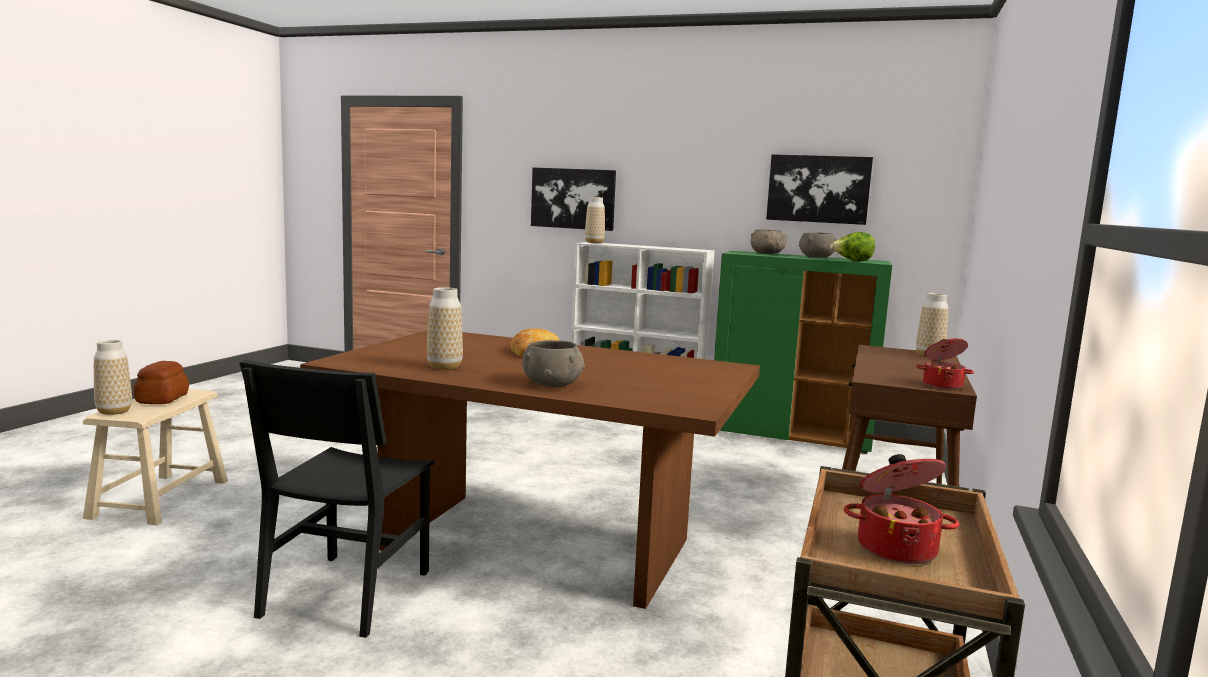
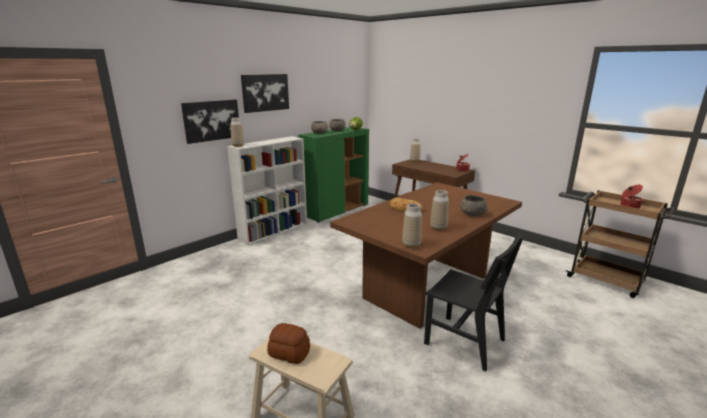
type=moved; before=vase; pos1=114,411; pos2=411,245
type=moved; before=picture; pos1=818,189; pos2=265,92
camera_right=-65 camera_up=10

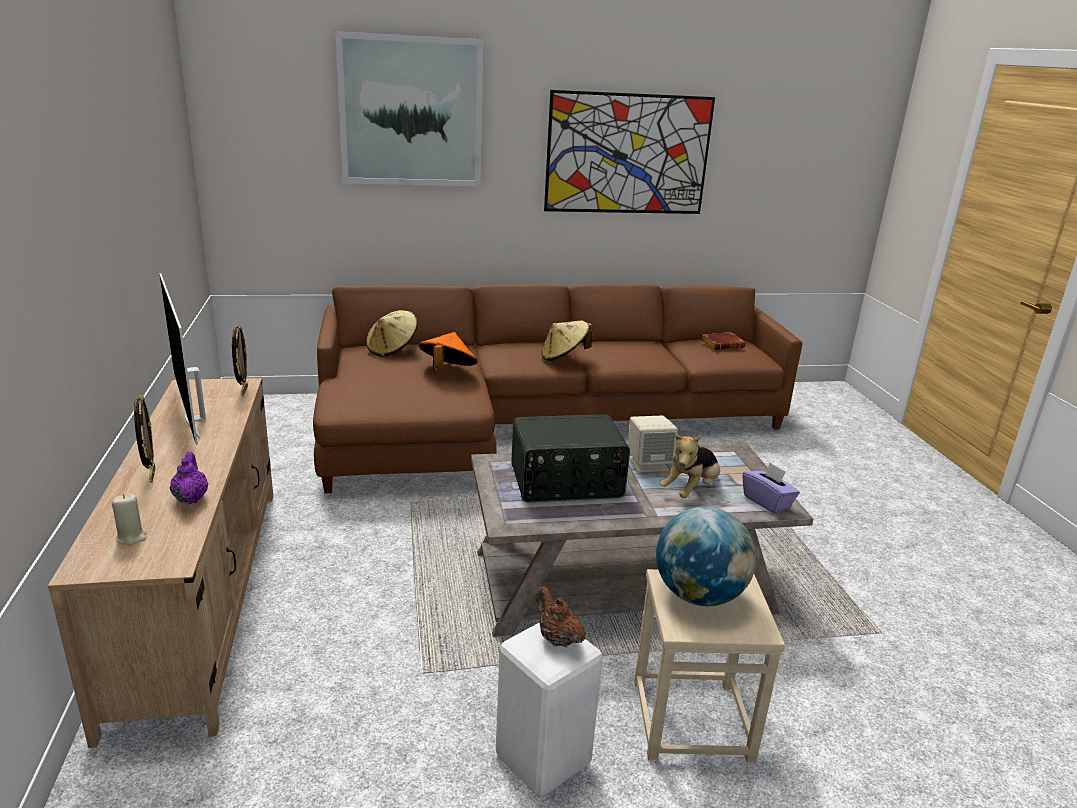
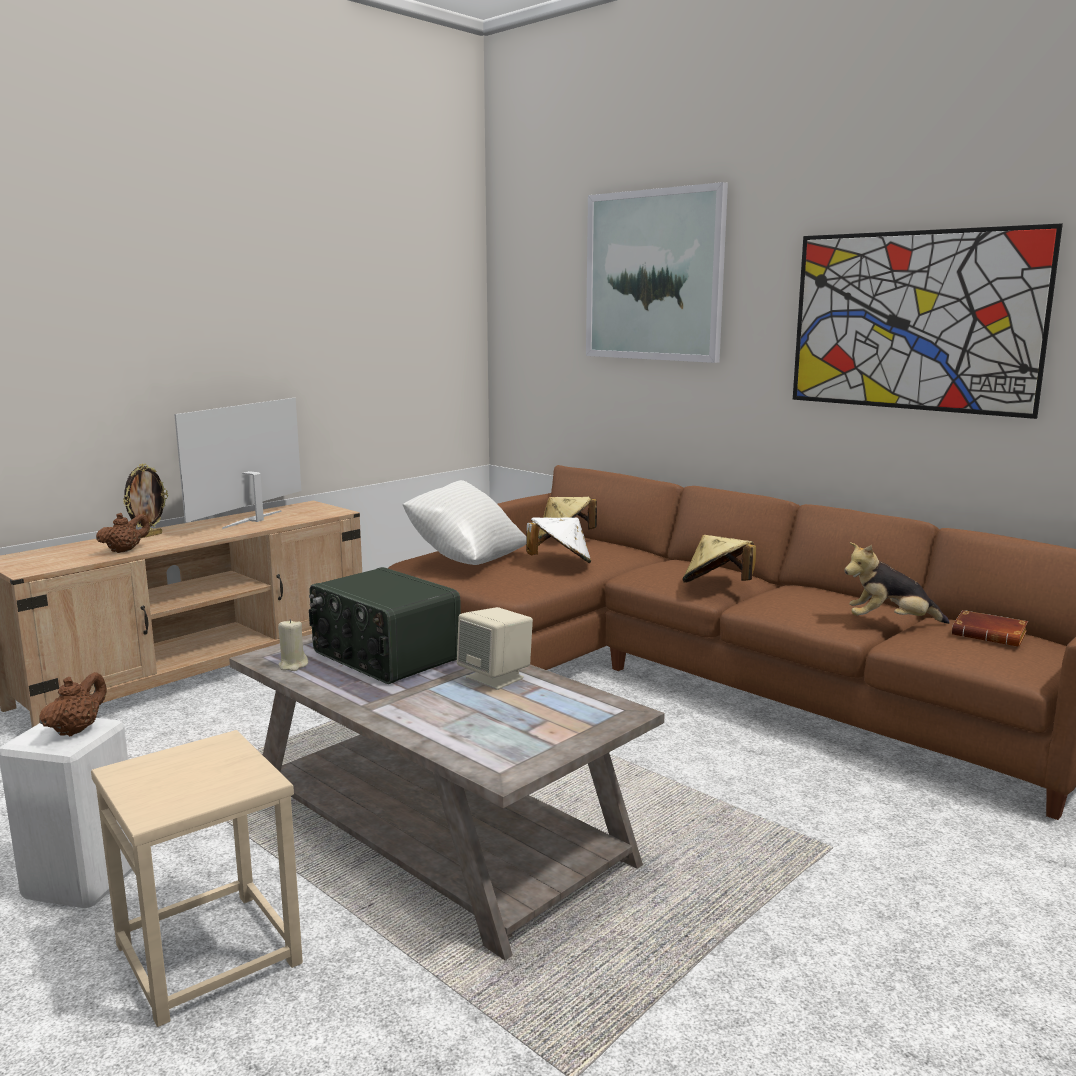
type=removed; before=picture_frame; pos1=243,391
type=removed; before=globe; pos1=699,595
type=removed; before=purple_tissue_box; pos1=767,502
type=added; after=white_pillow; pos2=465,558
type=moved; before=beige_candle; pos1=131,537; pos2=293,665
type=moved; before=plush_toy; pos1=691,490; pos2=890,622
type=recoloured; before=purple_teapot; after=brown_teapot; pos1=191,498; pos2=125,550
type=recoloured; before=orange_hat; after=white_hat; pos1=447,371; pos2=560,563
camera_right=55 camera_up=-10

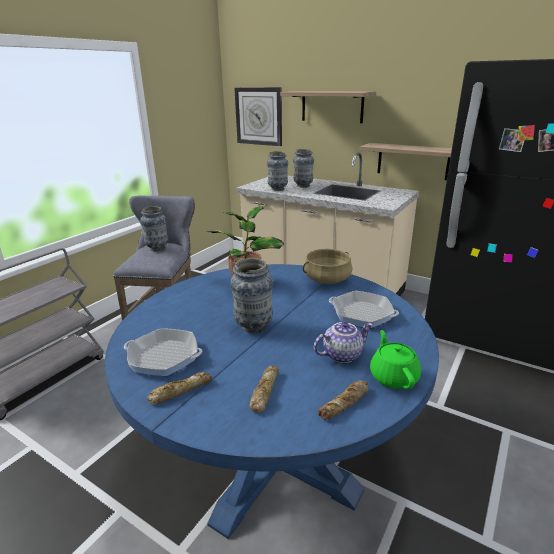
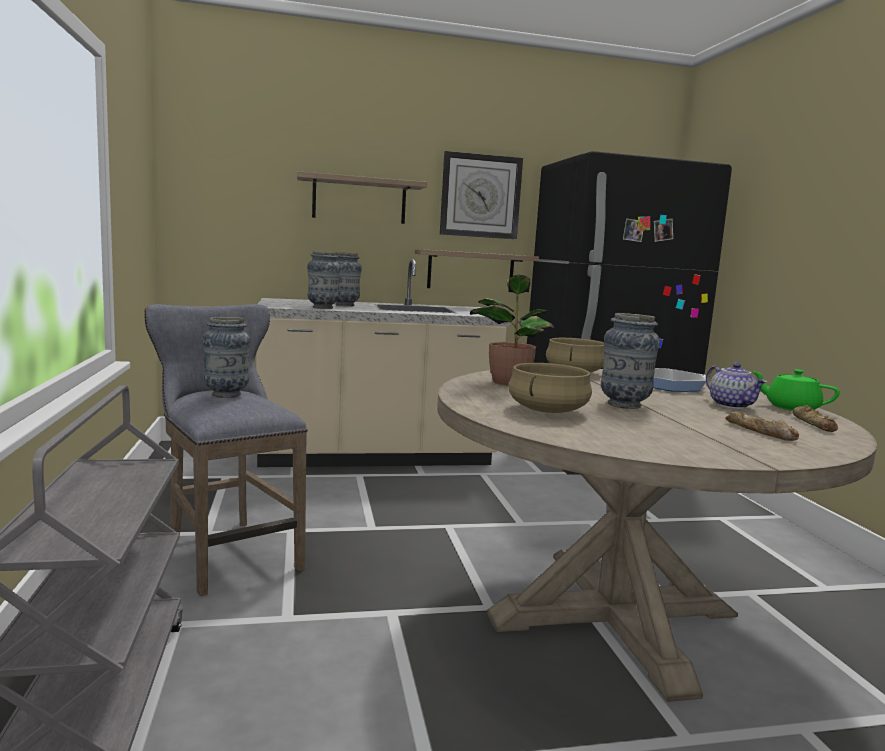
type=removed; before=frying_pan; pos1=164,357
type=removed; before=bread; pos1=180,391
type=added; after=beige_cooking_pot; pos2=547,410
type=moved; before=wall_clock; pos1=259,116; pos2=480,196
type=recoloured; before=blue_dining_table; after=beige_dining_table; pos1=275,457; pos2=614,615
type=turned; before=teapot; pos1=342,354; pos2=732,405; turn=135
camera_right=-45 camera_up=-15

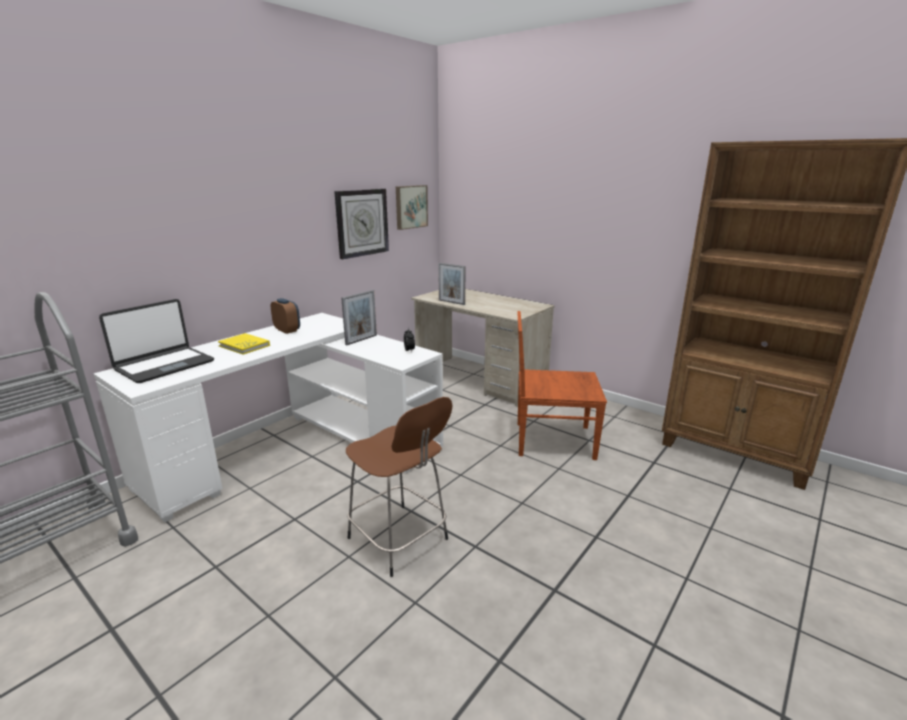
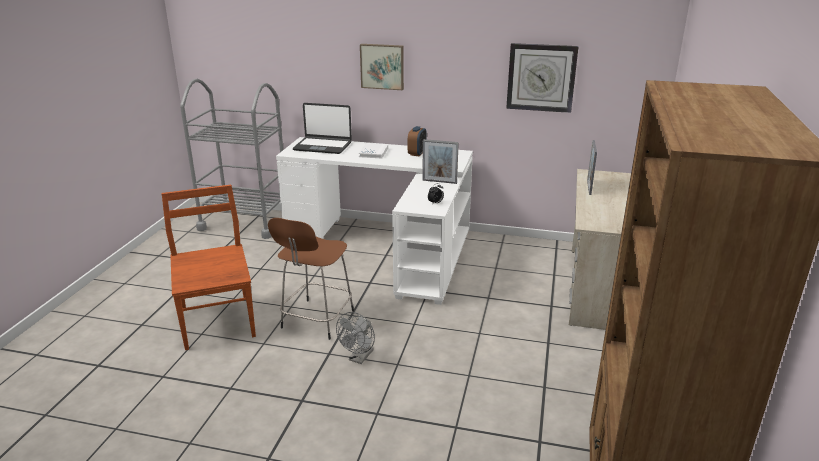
type=added; after=grey_fan; pos2=359,358
type=moved; before=picture; pos1=410,207; pos2=382,66
type=moved; before=brown_chair; pos1=552,440; pos2=218,320
type=recoloured; before=yellow_book; after=white_book; pos1=244,346; pos2=373,152
camera_right=65 camera_up=5

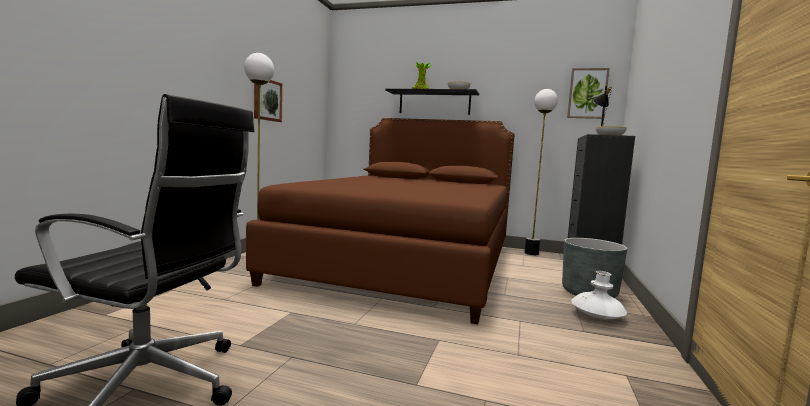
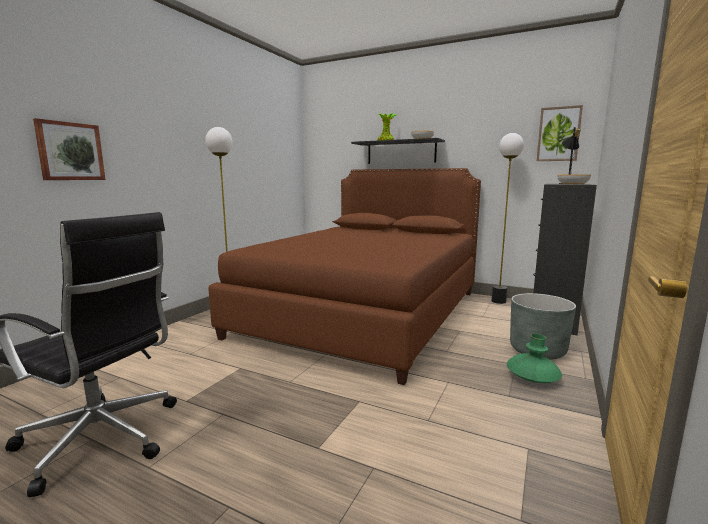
type=moved; before=picture; pos1=267,100; pos2=70,151
type=recoloured; before=white_vase; after=green_vase; pos1=597,315; pos2=532,378
camera_right=10 camera_up=5

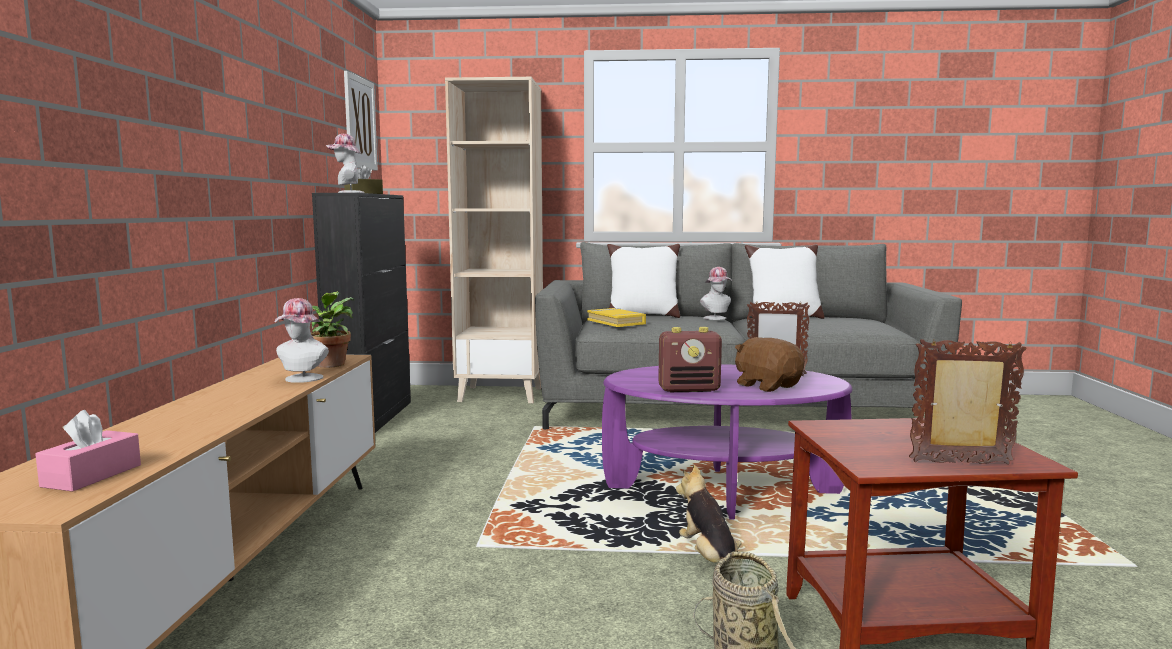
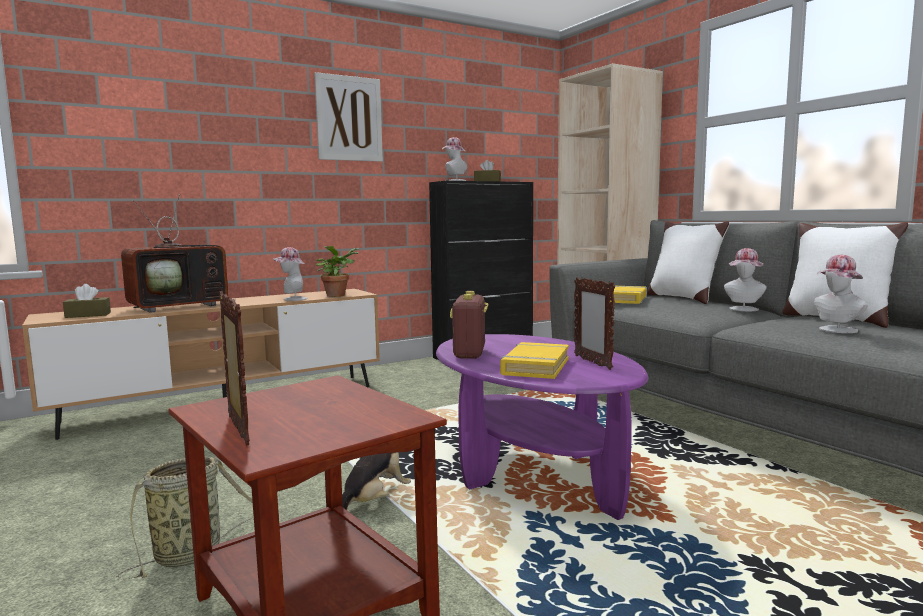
type=added; after=television; pos2=180,306
type=added; after=hat; pos2=835,330
type=moved; before=picture; pos1=360,123; pos2=349,118
type=replaced; before=brown_plush_toy; after=yellow_book; pos1=767,386; pos2=535,367
type=recoloured; before=pink_tissue_box; after=brown_tissue_box; pos1=92,475; pos2=88,315
type=turned; before=radio; pos1=689,389; pos2=470,354; turn=45
camera_right=55 camera_up=0

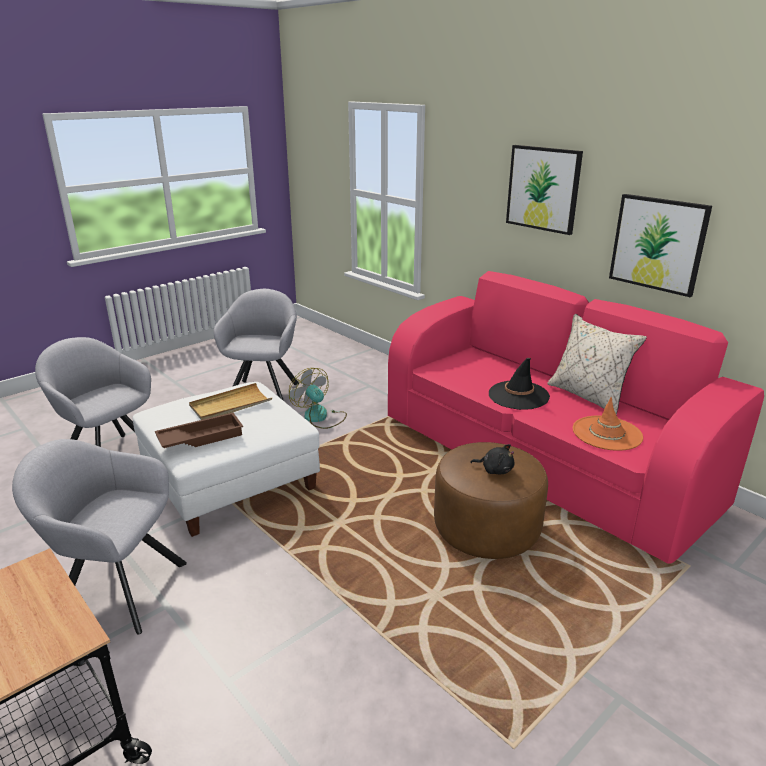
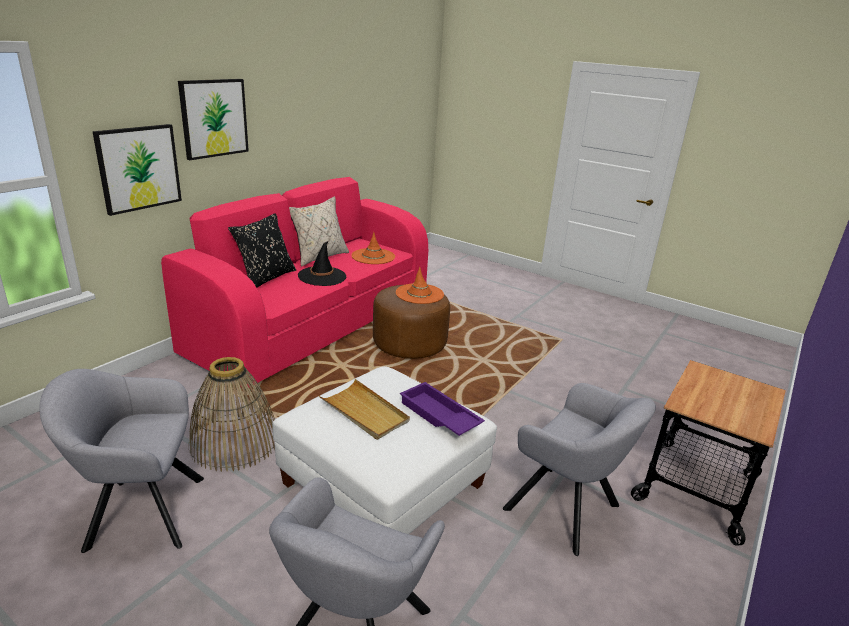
type=added; after=black_pillow; pos2=265,278
type=moved; before=picture; pos1=658,244; pos2=139,168
type=replaced; before=fan; after=basket; pos1=320,417; pos2=234,442
type=replaced; before=black_plush_toy; after=orange_hat; pos1=495,470; pos2=419,294
type=recoloured; before=brown_tray; after=purple_tray; pos1=201,437; pos2=438,416
type=turned; before=grey_armchair; pos1=116,589; pos2=567,511; turn=-45
camera_right=-105 camera_up=0

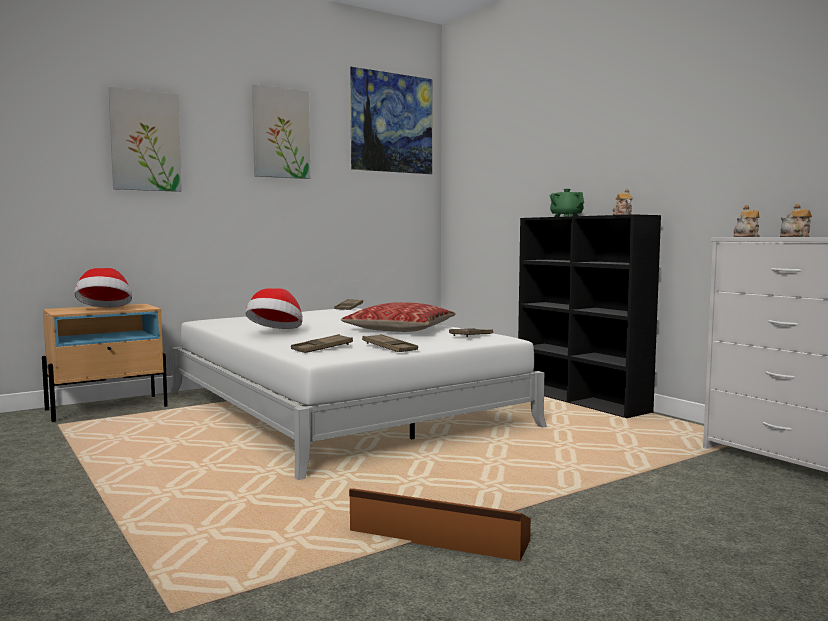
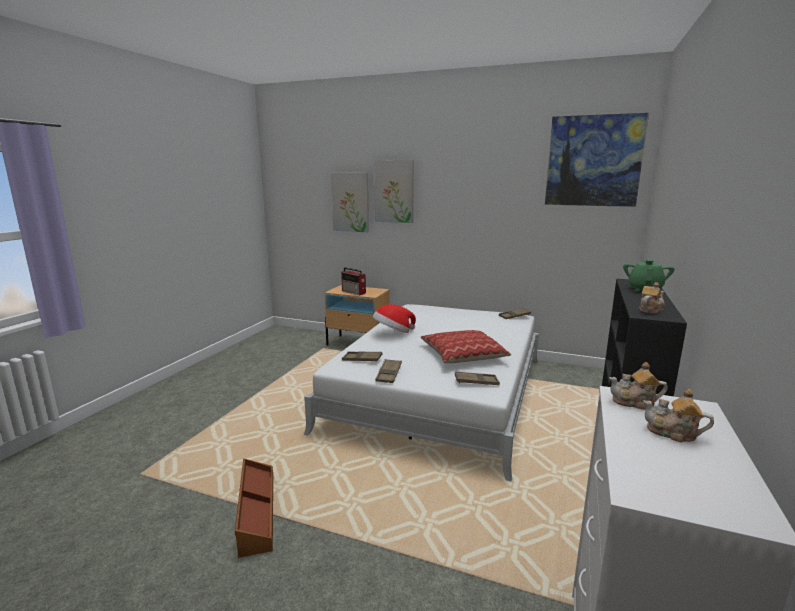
type=moved; before=picture; pos1=280,133; pos2=350,202
type=replaced; before=hat; after=radio; pos1=105,309; pos2=354,292
camera_right=55 camera_up=10

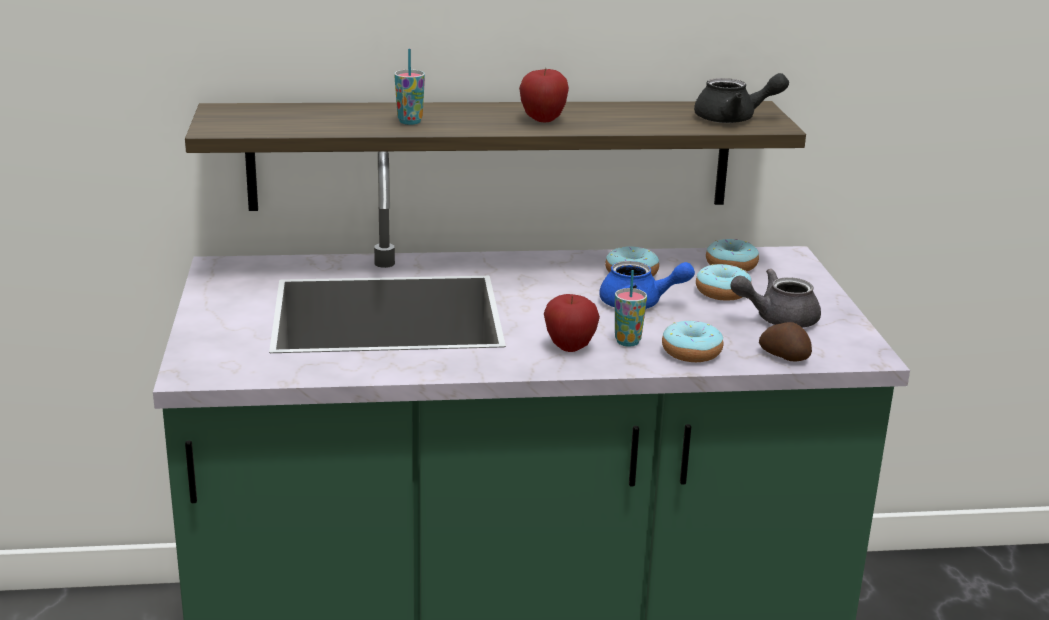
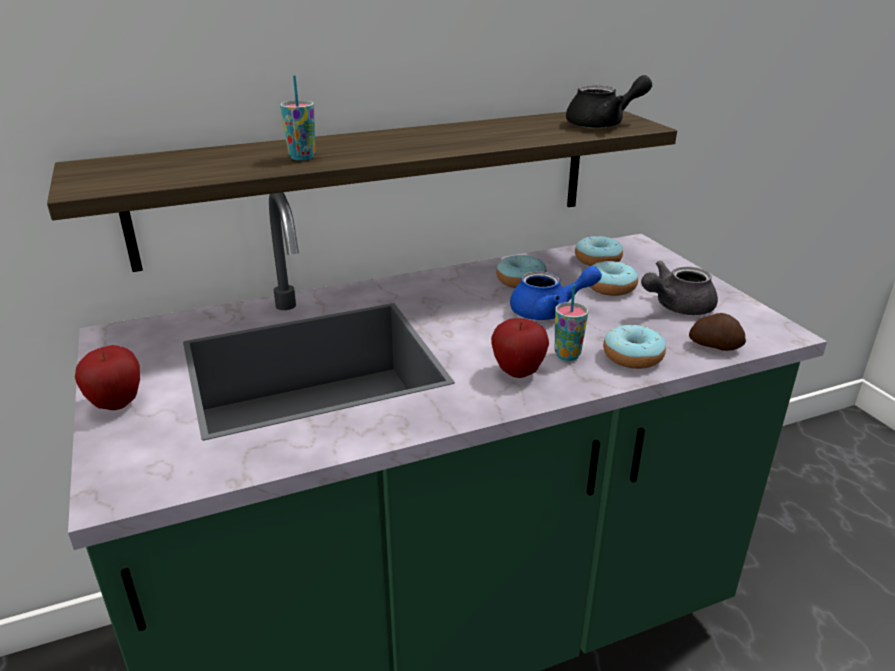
type=moved; before=apple; pos1=543,120; pos2=116,404
camera_right=-15 camera_up=5

